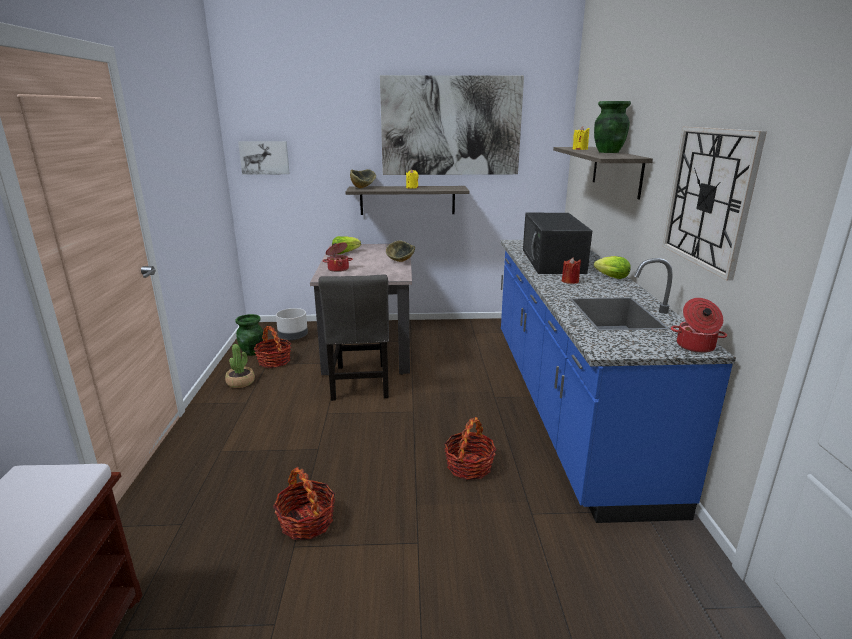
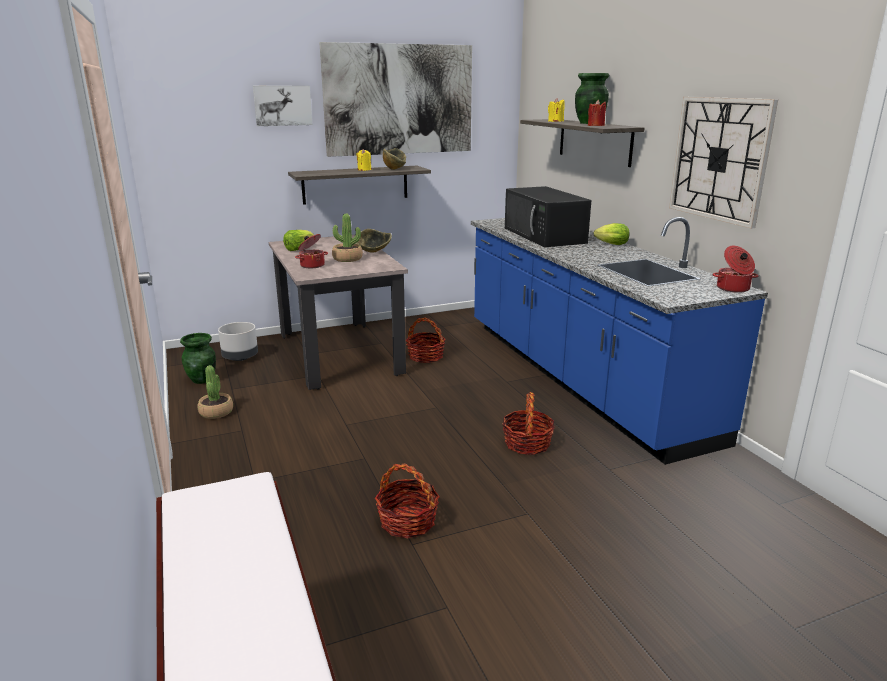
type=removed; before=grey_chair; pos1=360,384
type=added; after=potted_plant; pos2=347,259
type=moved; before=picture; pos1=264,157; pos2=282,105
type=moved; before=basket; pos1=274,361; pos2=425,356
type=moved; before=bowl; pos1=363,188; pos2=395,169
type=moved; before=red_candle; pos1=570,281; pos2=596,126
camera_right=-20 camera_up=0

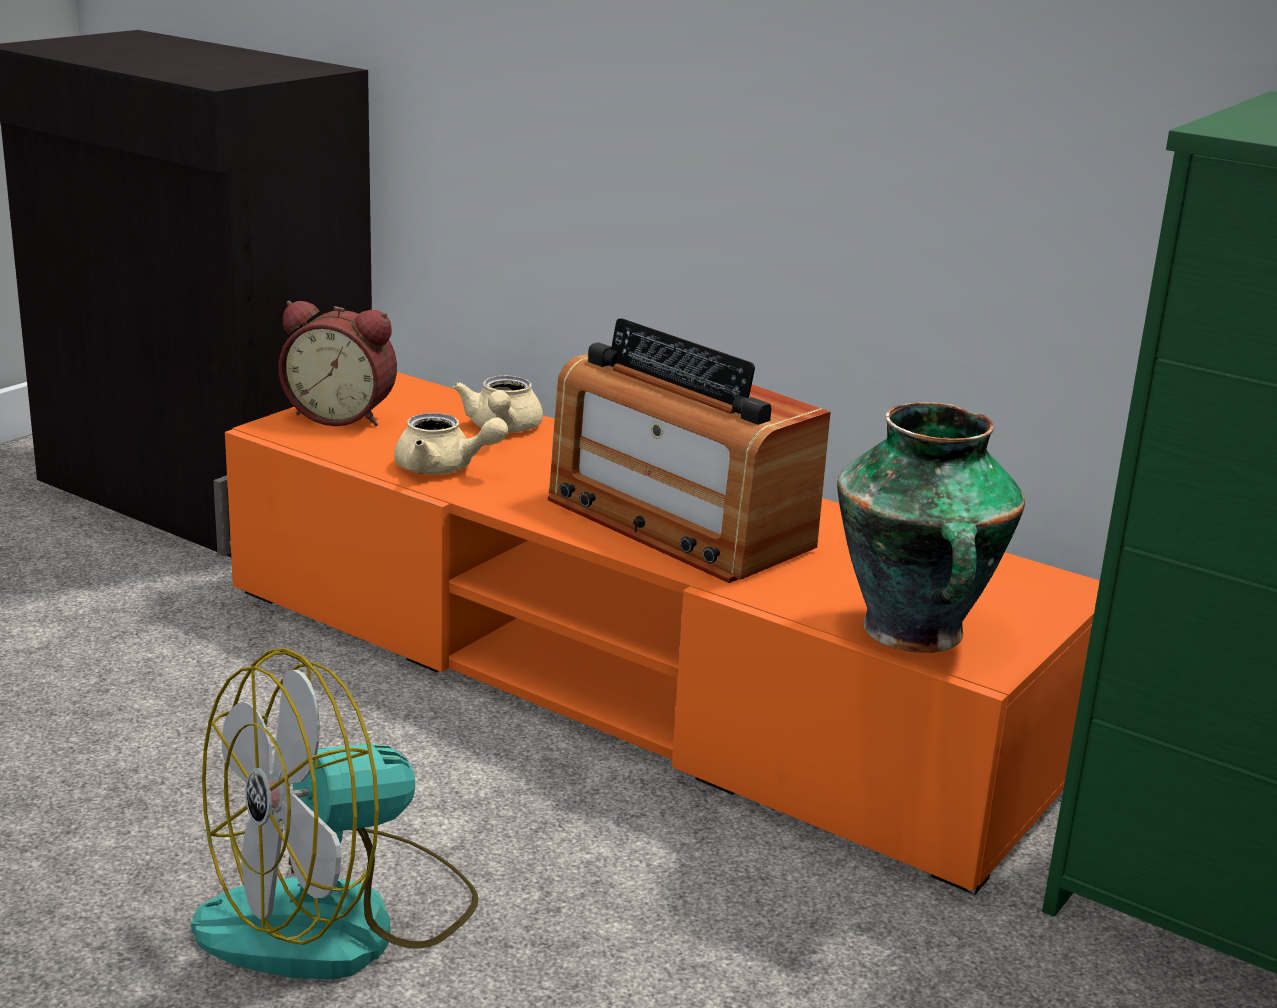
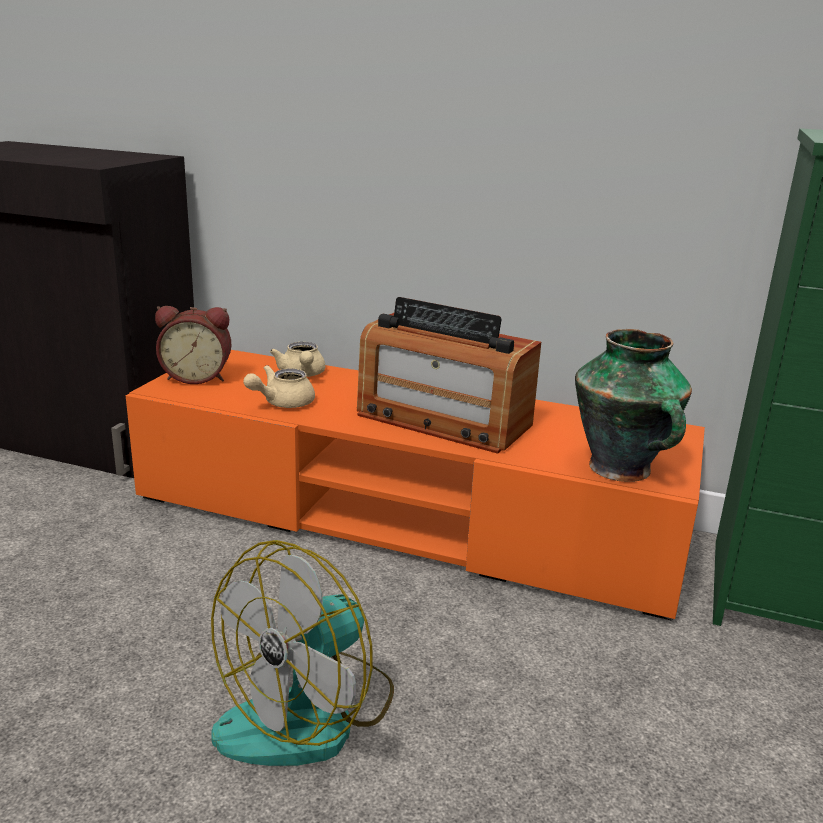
type=turned; before=beige_teapot; pos1=444,468; pos2=282,403; turn=135
camera_right=-15 camera_up=0

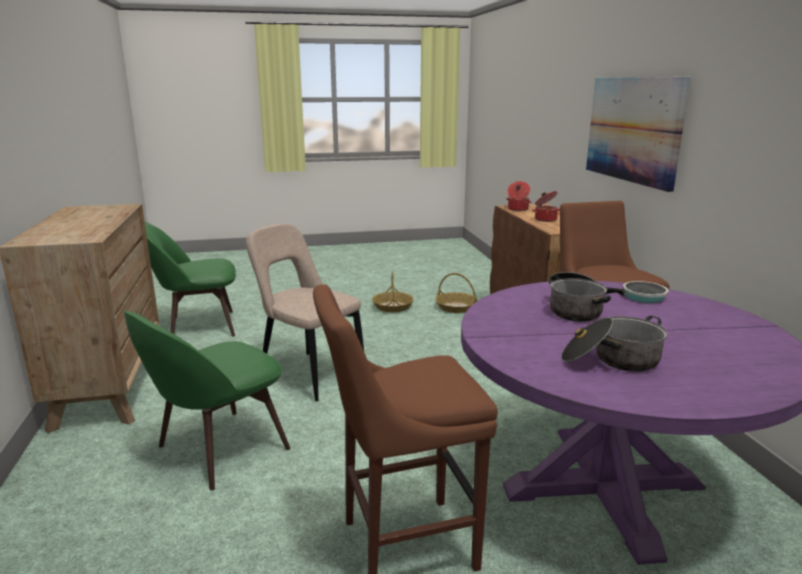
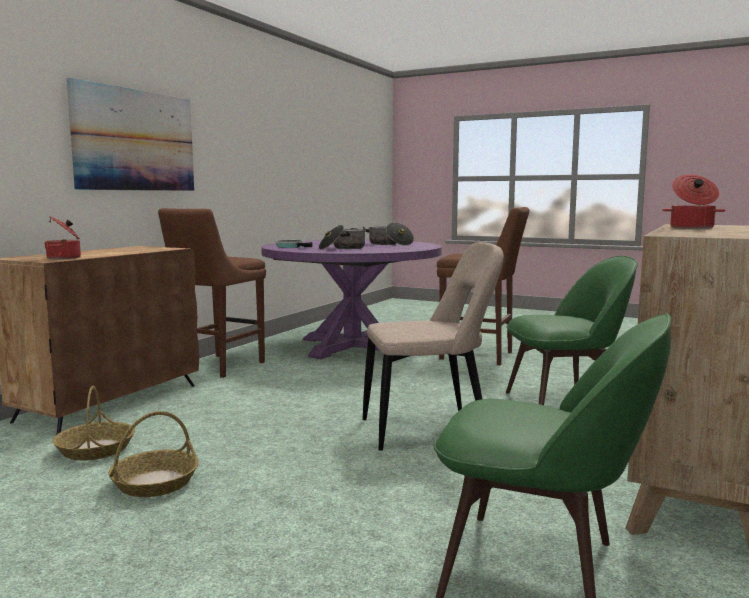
type=moved; before=cooking_pot; pos1=545,219; pos2=691,228
type=turned; before=beige_chair; pos1=308,374; pos2=430,431; turn=-90
camera_right=-140 camera_up=-10

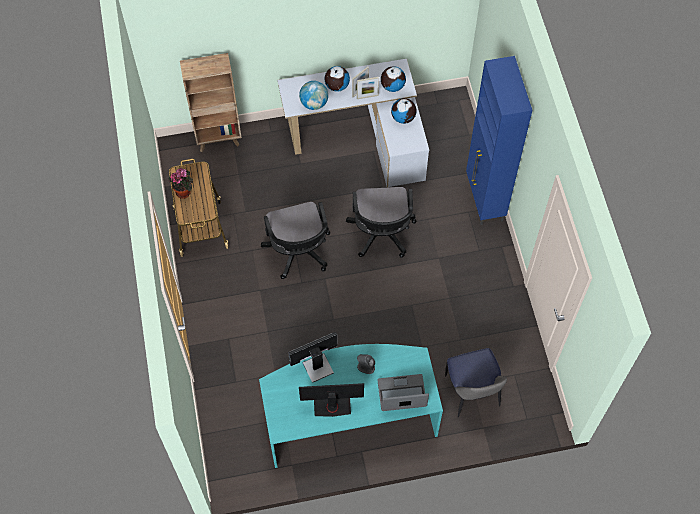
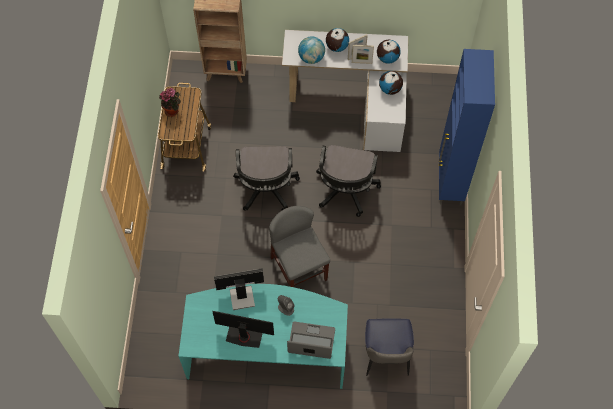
type=added; after=grey_chair; pos2=299,269
camera_right=15 camera_up=0

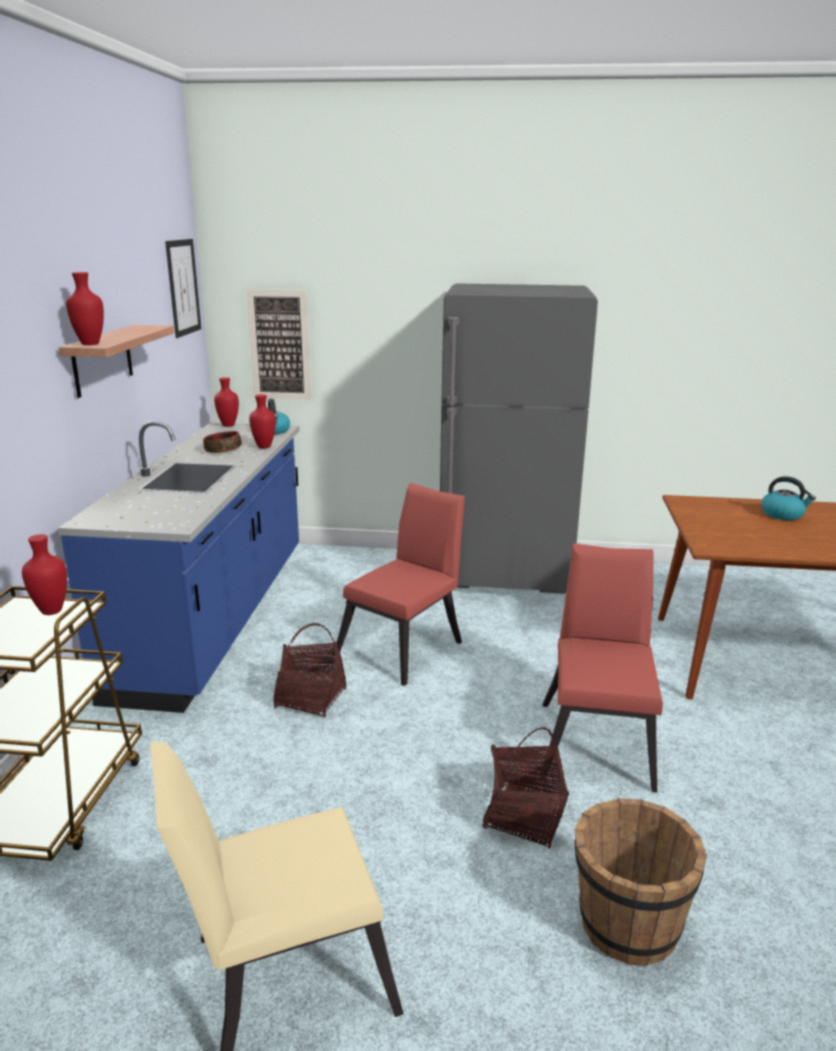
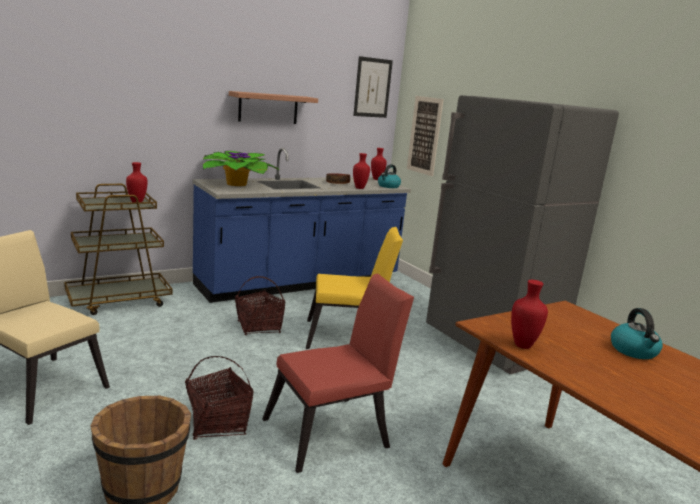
type=added; after=potted_plant; pos2=236,184
type=moved; before=red_vase; pos1=90,344; pos2=522,346
type=recoloured; before=red_chair; after=yellow_chair; pos1=405,646; pos2=348,337
camera_right=50 camera_up=-5

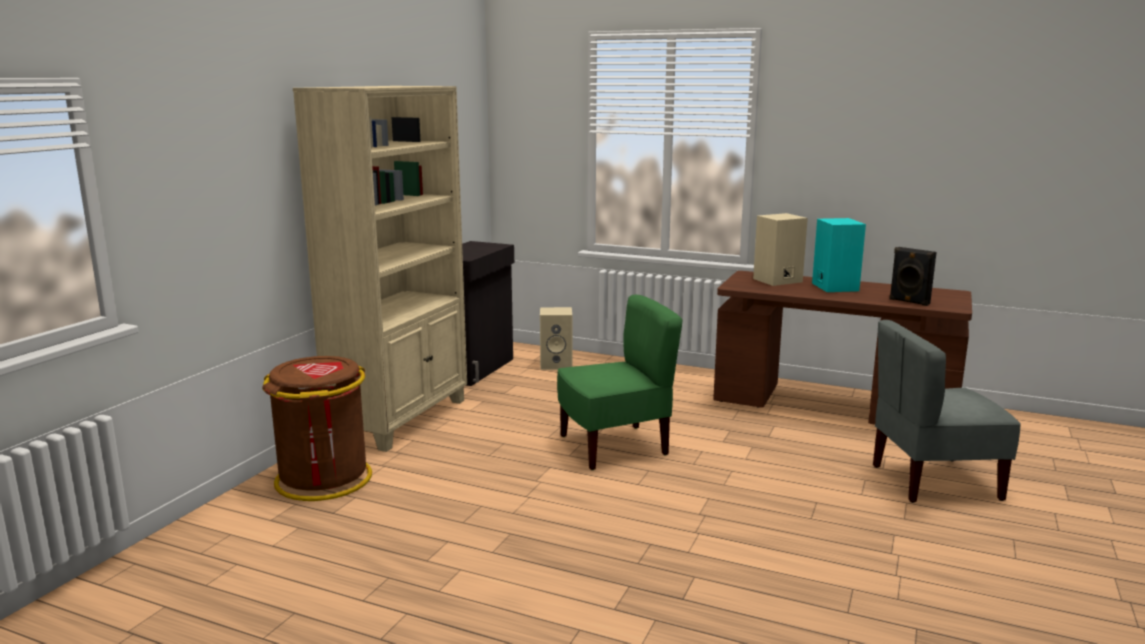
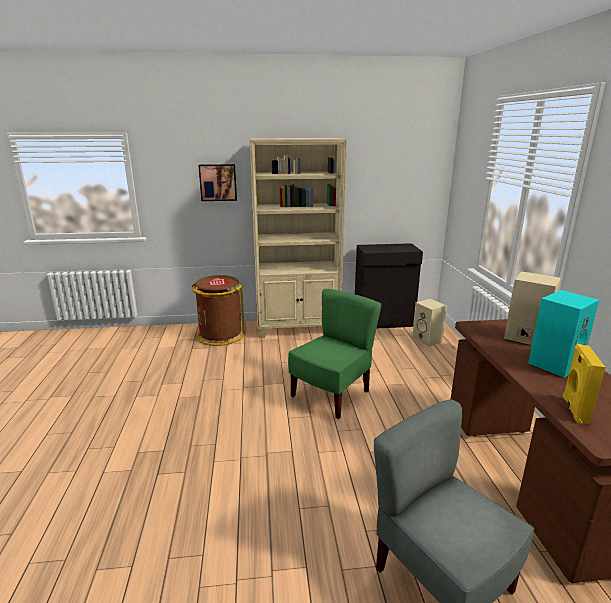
type=added; after=picture; pos2=218,182
type=recoloured; before=black_speaker; after=yellow_speaker; pos1=909,302; pos2=574,410
type=turned; before=green_chair; pos1=614,446; pos2=331,394; turn=-90
camera_right=60 camera_up=5

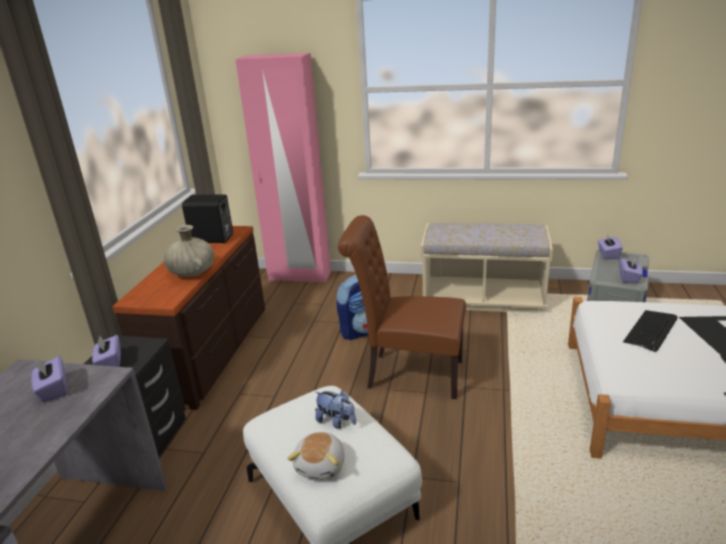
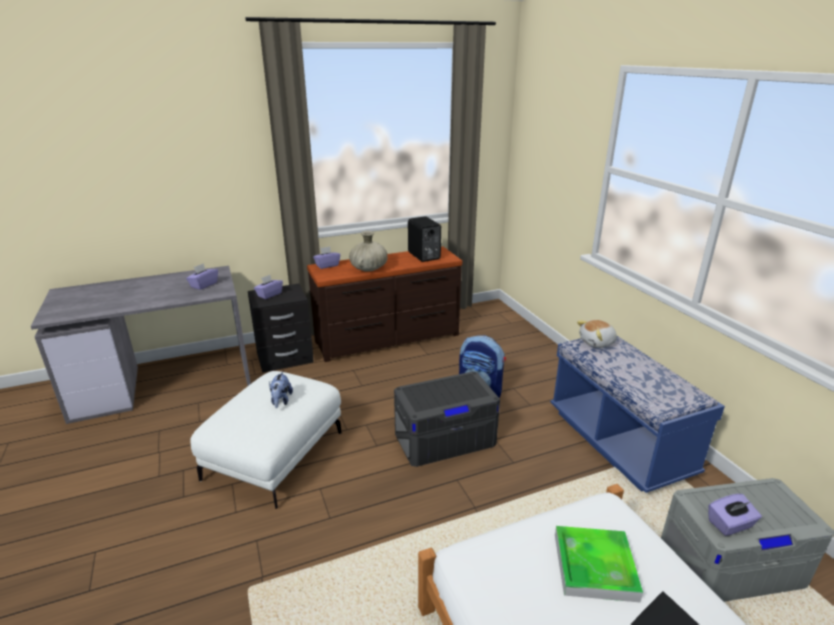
type=removed; before=pink_wardrobe; pos1=299,276
type=moved; before=plush_toy; pos1=321,465; pos2=597,342
type=moved; before=purple_tissue_box; pos1=608,255; pos2=327,265
type=replaced; before=brown_chair; after=grey_storage_box; pos1=408,374; pos2=445,438
type=replaced; before=keyboard; after=tray; pos1=651,331; pos2=594,566
type=recoloured; before=beige_bench; after=blue_bench; pos1=483,298; pos2=618,442
camera_right=55 camera_up=0

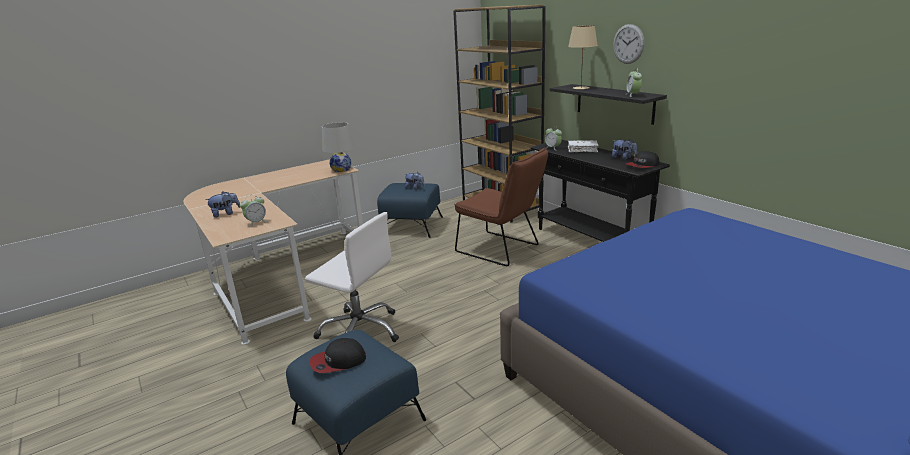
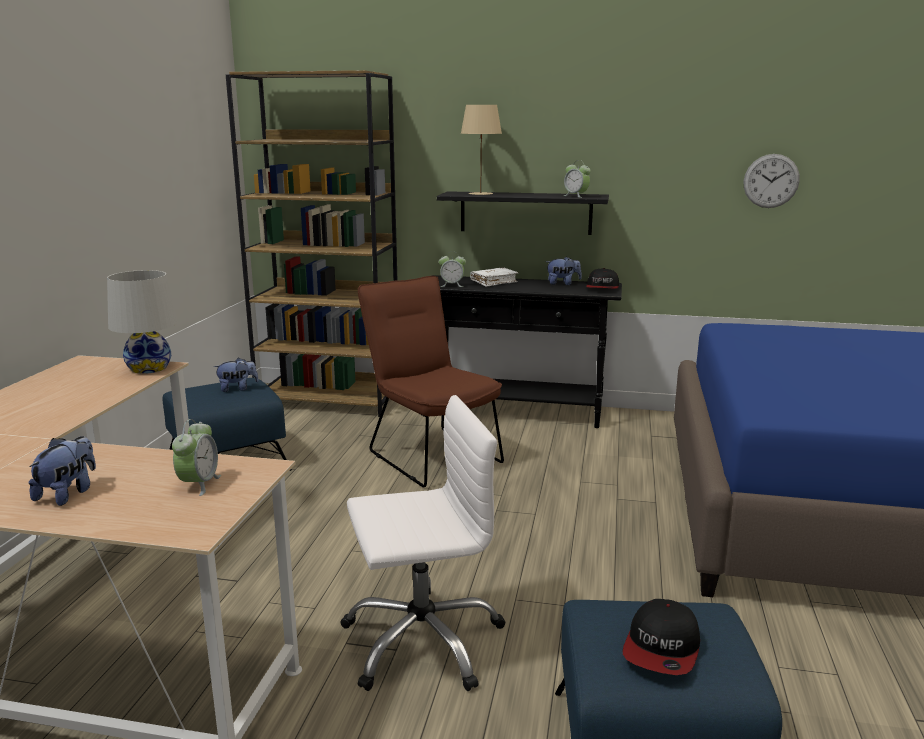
type=moved; before=wall_clock; pos1=628,44; pos2=771,181
type=turned; before=brown_chair; pos1=501,250; pos2=430,454; turn=-120
camera_right=-45 camera_up=-5

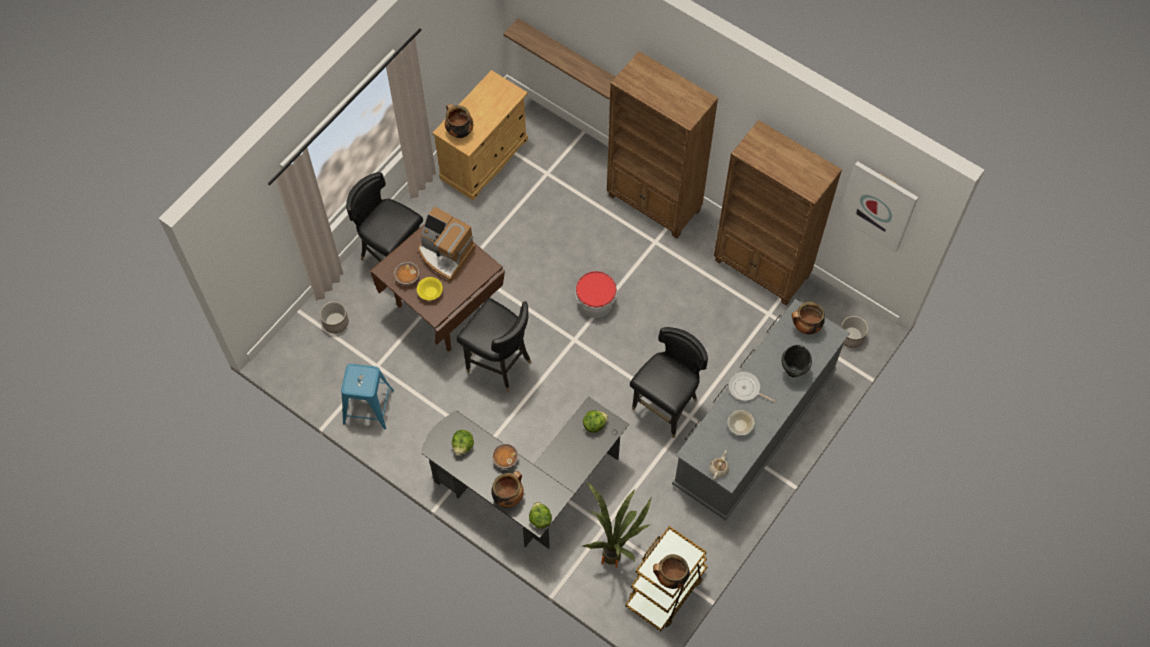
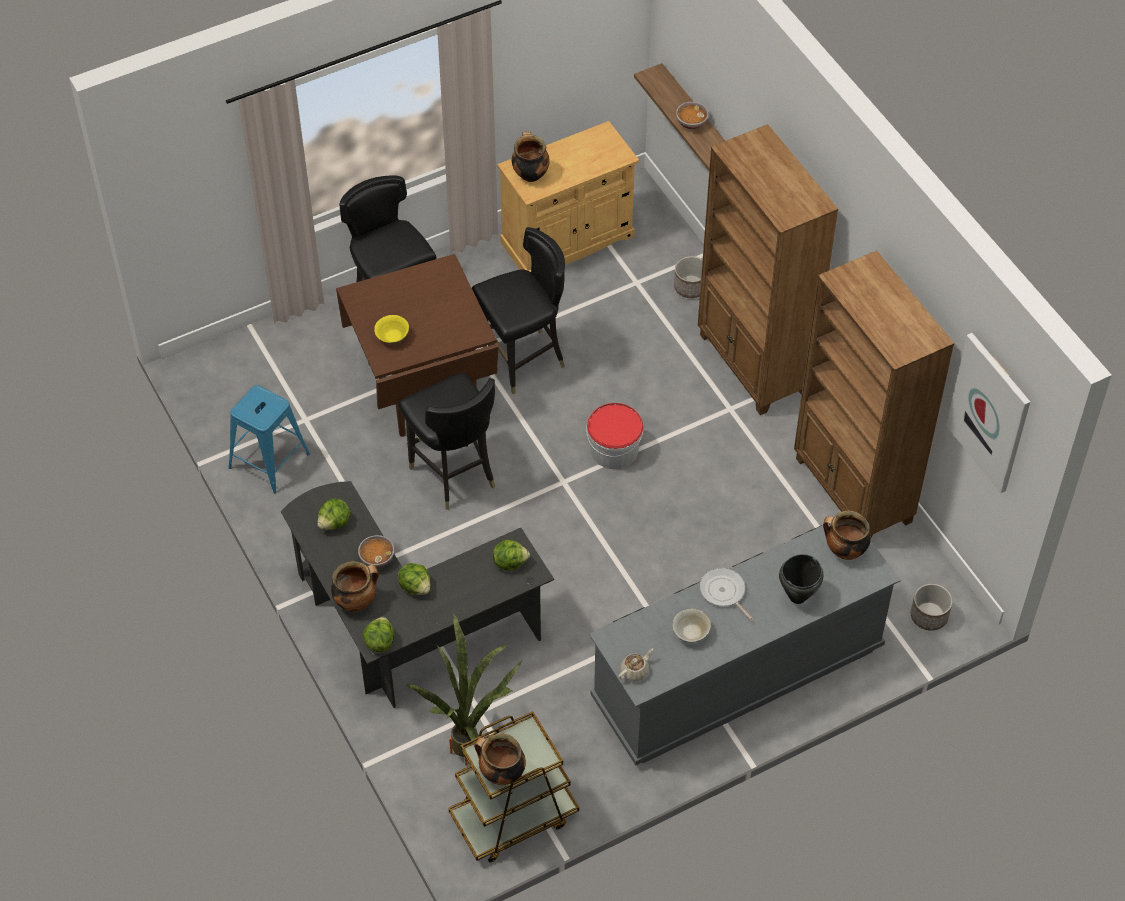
type=removed; before=coffee_machine; pos1=445,254
type=added; after=lettuce; pos2=415,586
type=moved; before=planter; pos1=336,322; pos2=691,287
type=moved; before=bowl; pos1=407,278; pos2=691,123
type=moved; before=black_chair; pos1=666,408; pos2=523,361
camera_right=25 camera_up=-10

